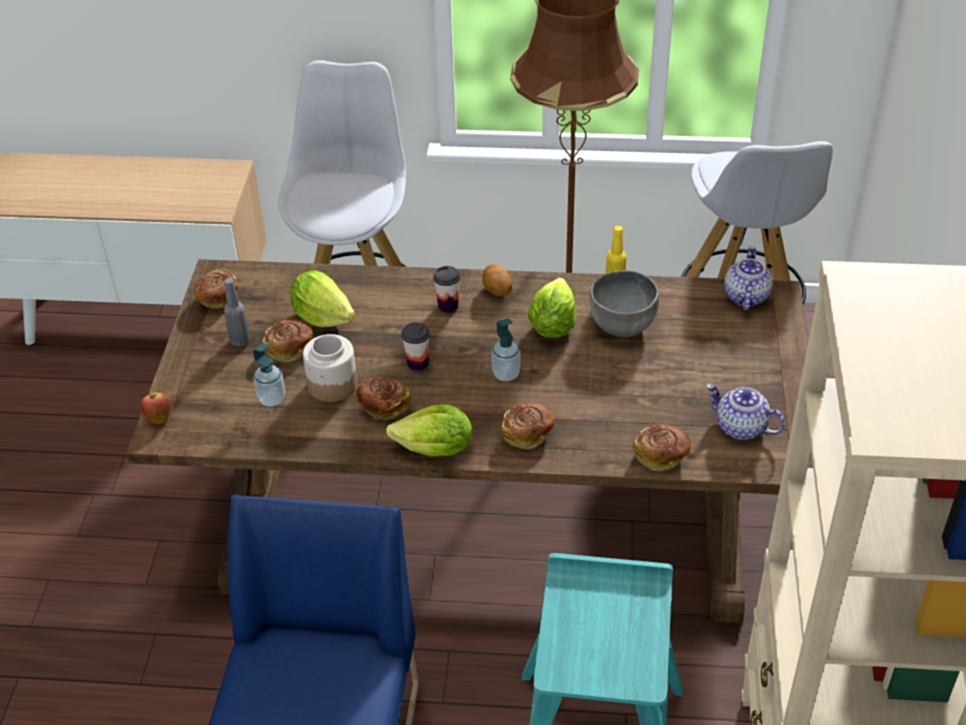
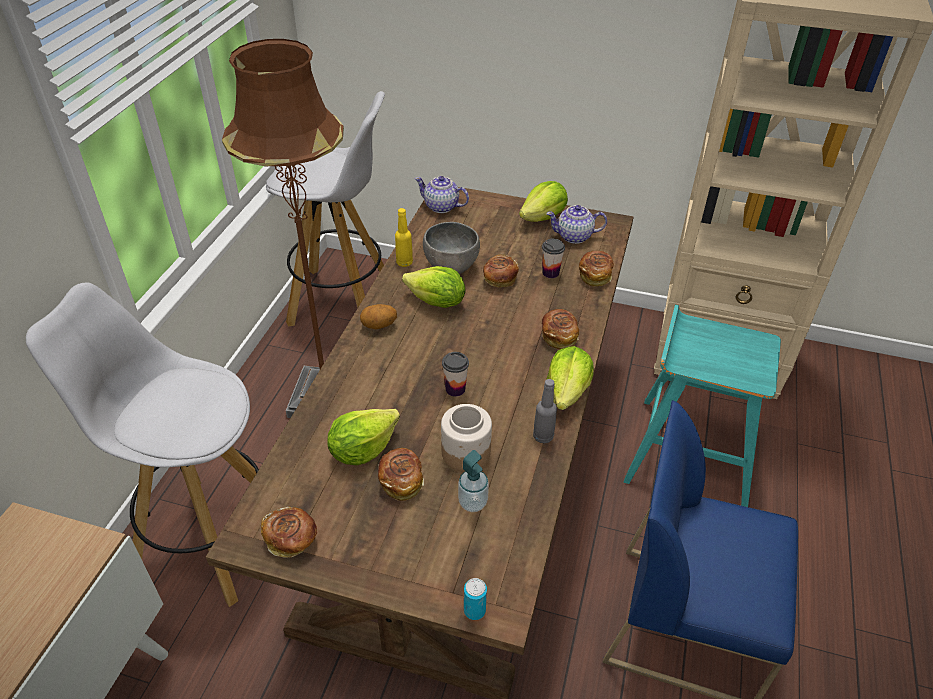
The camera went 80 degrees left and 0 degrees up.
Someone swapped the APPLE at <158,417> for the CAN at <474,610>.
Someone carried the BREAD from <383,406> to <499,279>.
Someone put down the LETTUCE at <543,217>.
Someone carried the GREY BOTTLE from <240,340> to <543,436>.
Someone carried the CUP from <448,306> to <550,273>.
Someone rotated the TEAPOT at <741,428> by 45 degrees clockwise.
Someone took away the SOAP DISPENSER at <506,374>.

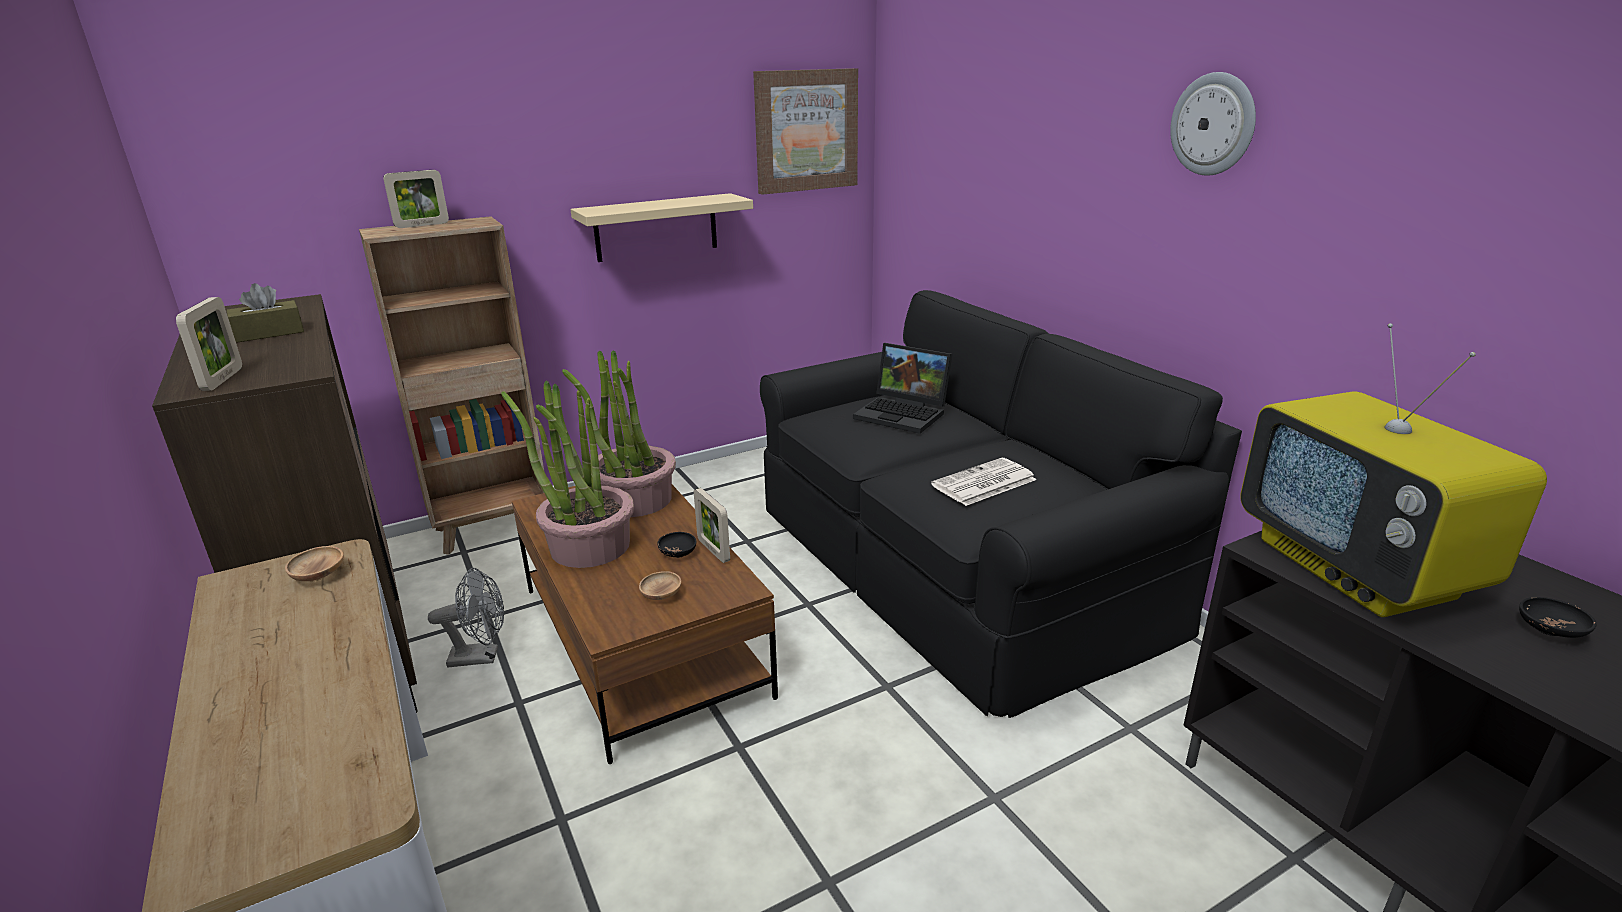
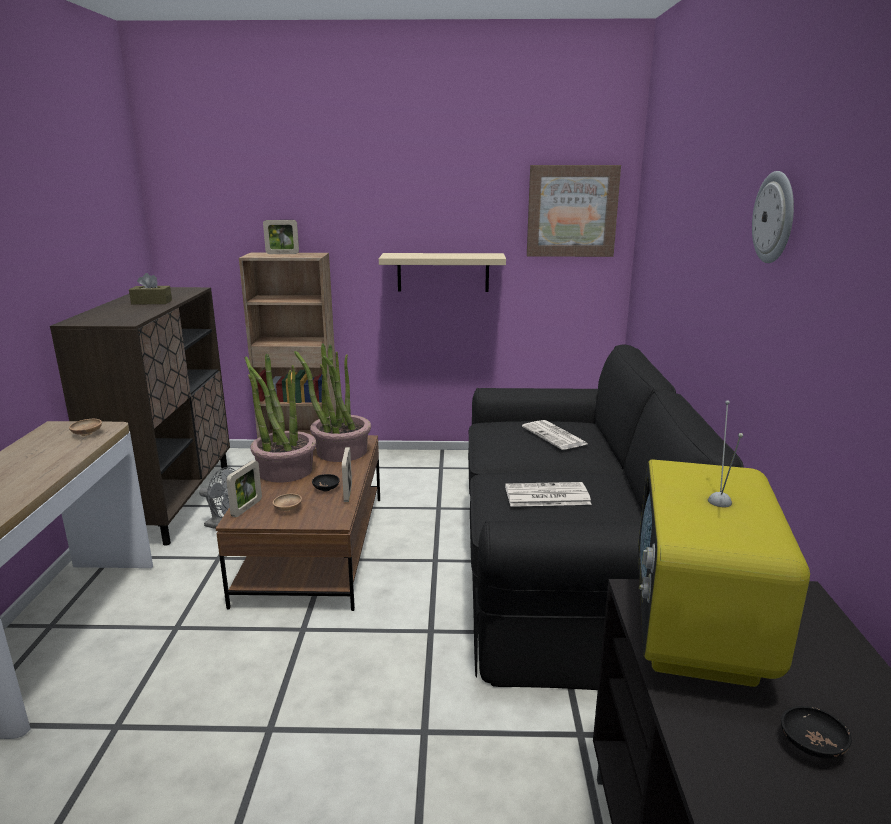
The camera went 30 degrees right and 5 degrees down.
Someone carried the PICTURE FRAME from <222,379> to <247,508>.
Someone swapped the LAPTOP at <904,414> for the NEWSPAPER at <555,436>.

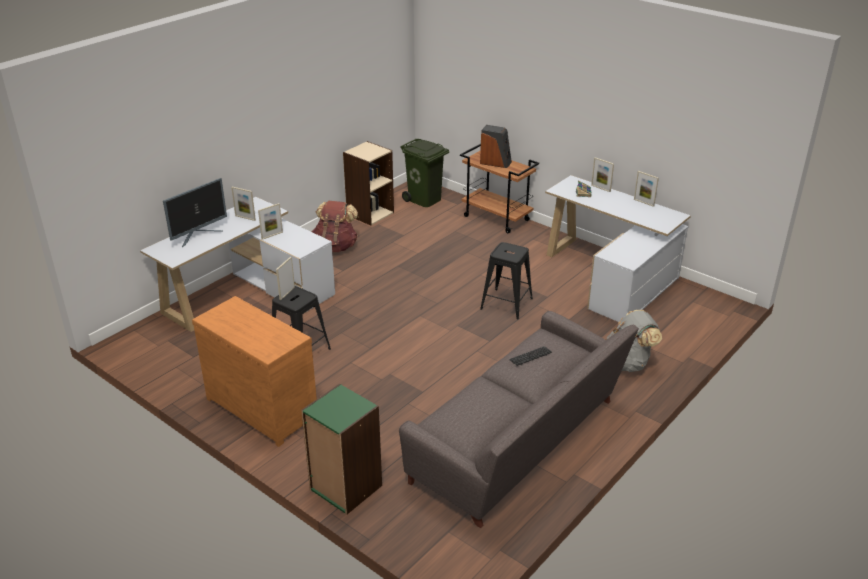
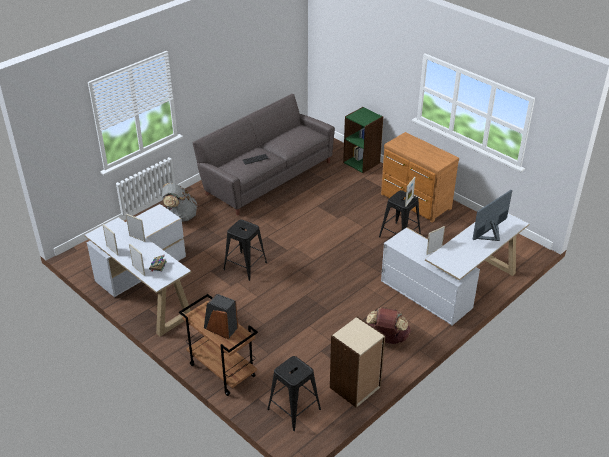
The camera went 175 degrees left and 5 degrees up.
Someone carried the PICTURE FRAME from <245,218> to <137,238>.
Someone swapped the GREEN TRASH CAN at <424,199> for the BLACK STOOL at <294,409>.

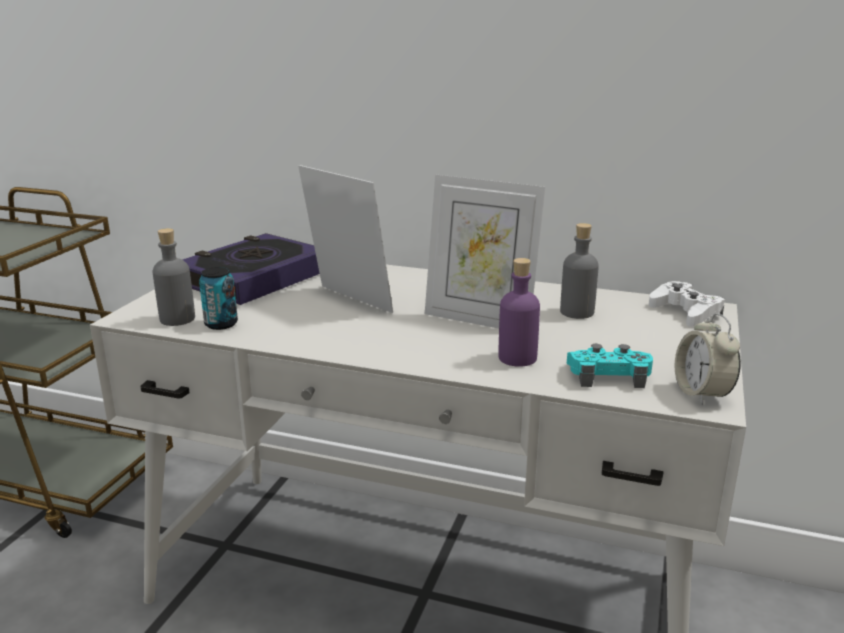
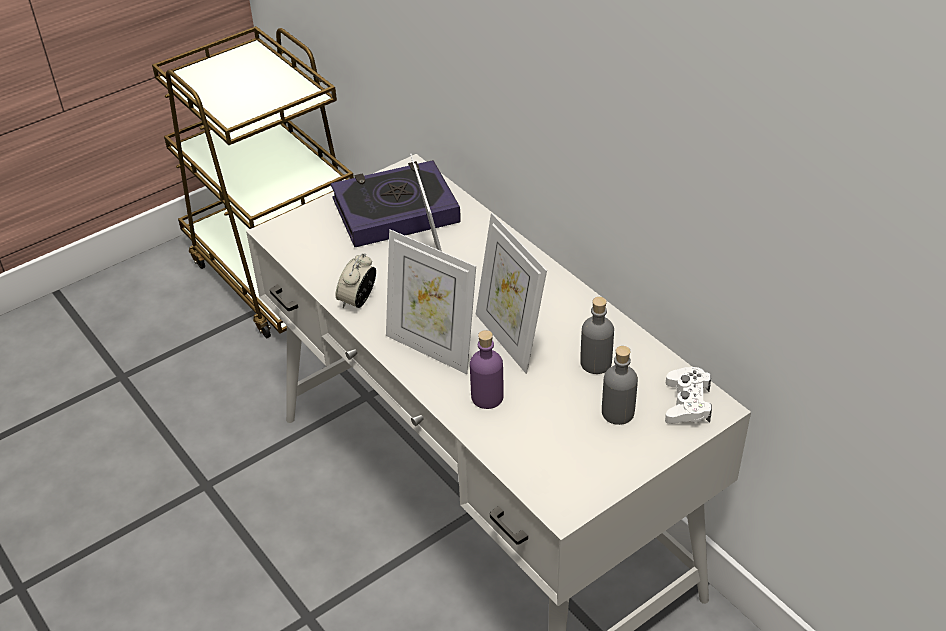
The camera went 35 degrees right and 20 degrees up.
Someone carried the ALARM CLOCK from <701,394> to <358,300>.
Someone put down the PICTURE FRAME at <431,348>.
Someone carried the GREY BOTTLE from <177,319> to <617,412>.
Someone took away the CAN at <221,324>.
Someone took away the TURQUOISE GAME CONTROLLER at <608,375>.

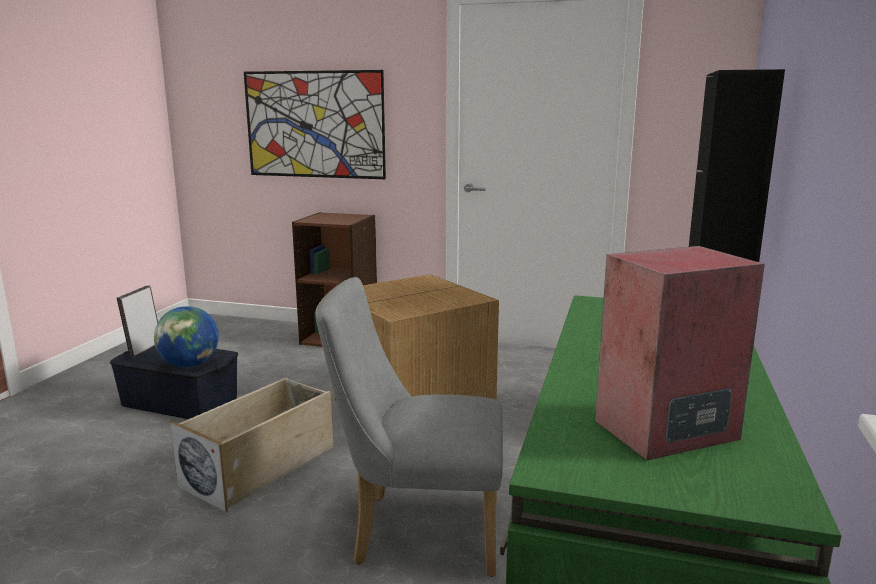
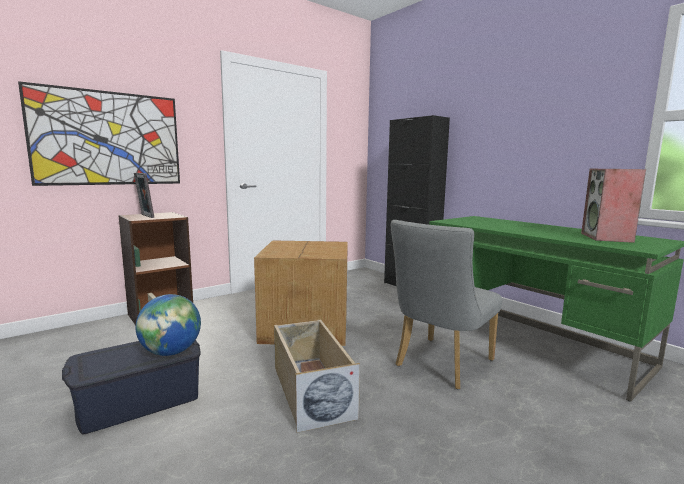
The camera went 55 degrees left and 5 degrees down.
Someone carried the PICTURE FRAME from <143,349> to <145,216>.

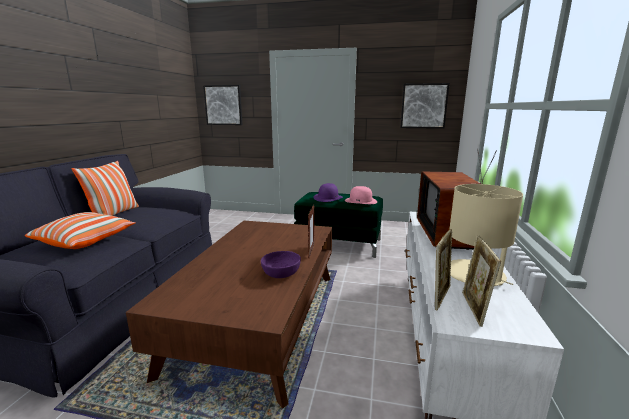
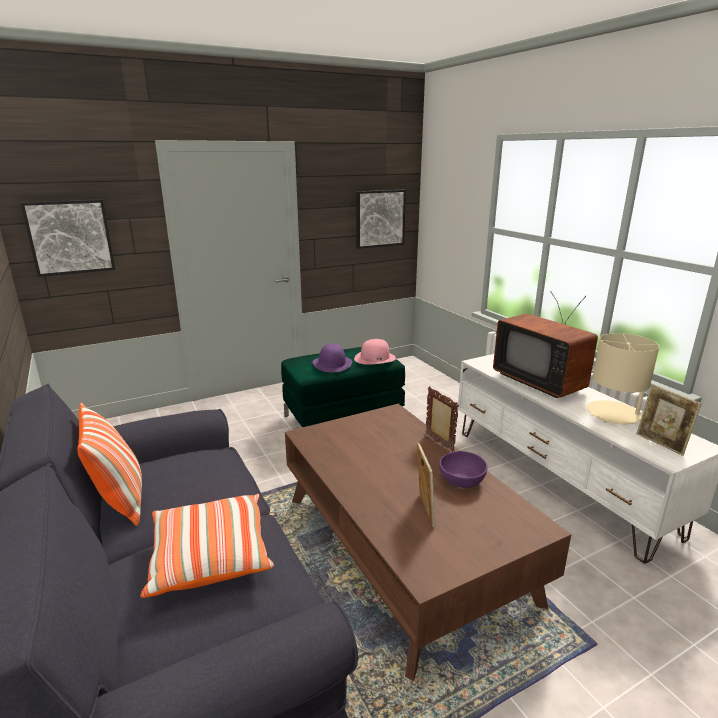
The camera went 40 degrees left and 5 degrees up.
Someone carried the PICTURE FRAME from <440,296> to <424,509>.

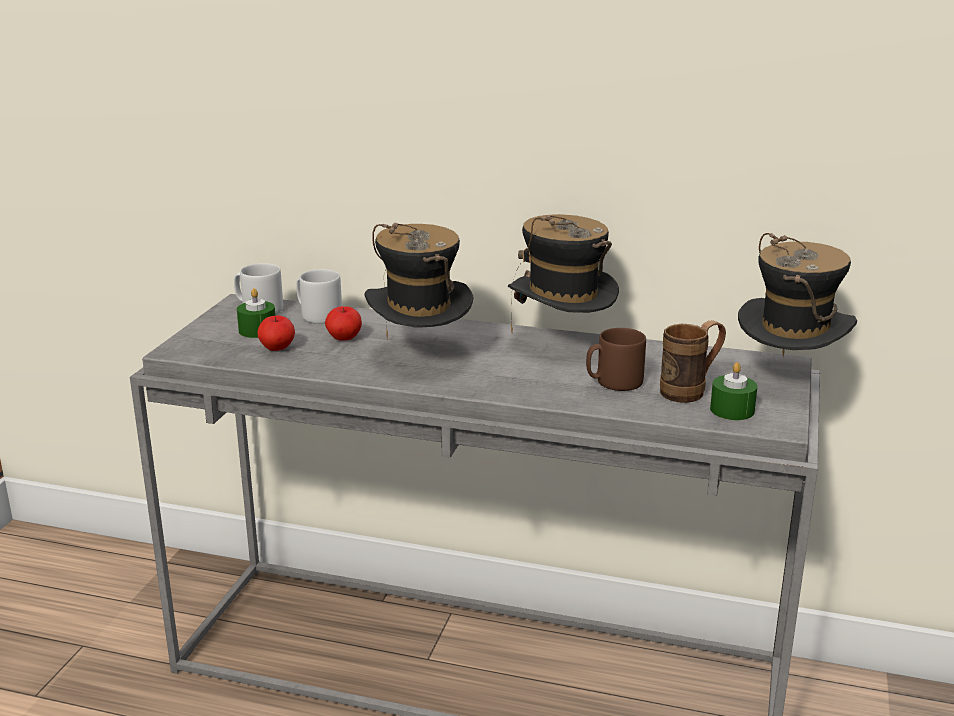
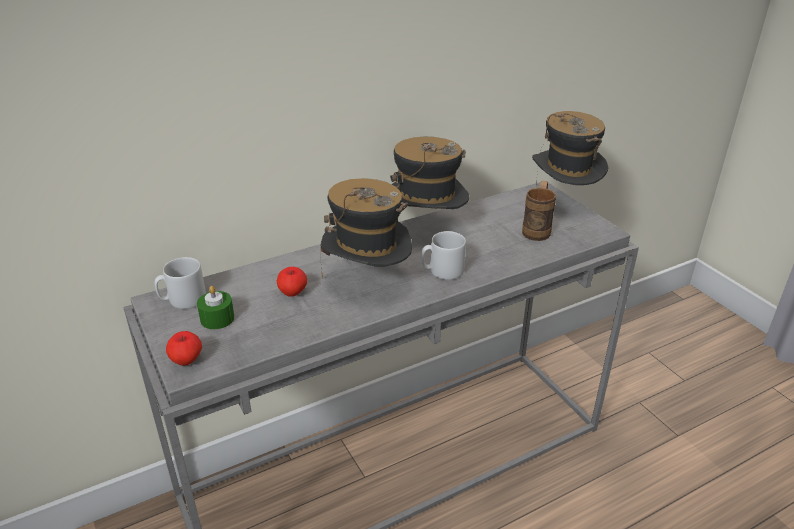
The camera went 45 degrees left and 10 degrees up.
Someone carried the APPLE from <277,349> to <187,360>.
Someone carried the GREY MUG from <318,315> to <442,271>.
Someone took away the BROWN MUG at <613,382>.
Someone took away the GREEN CANDLE at <732,410>.

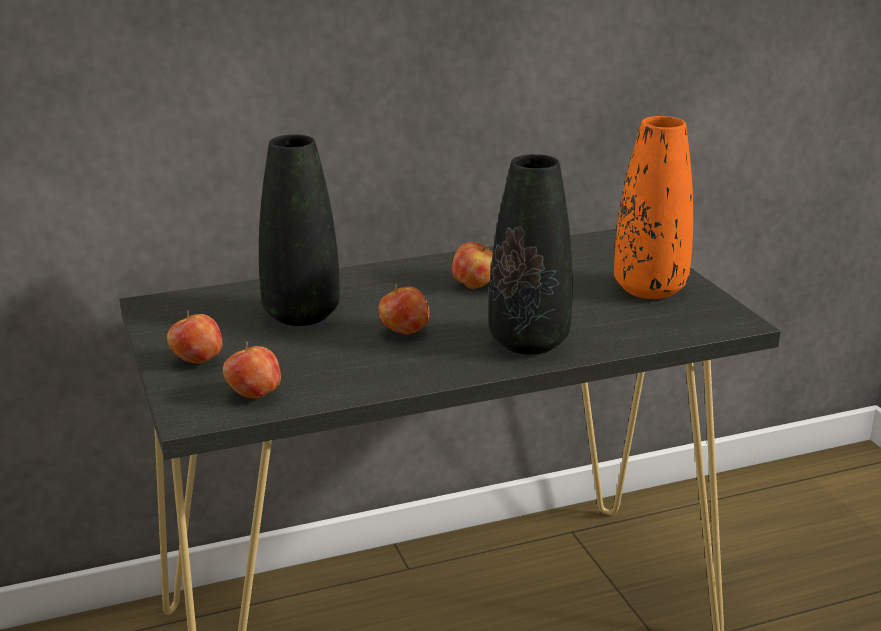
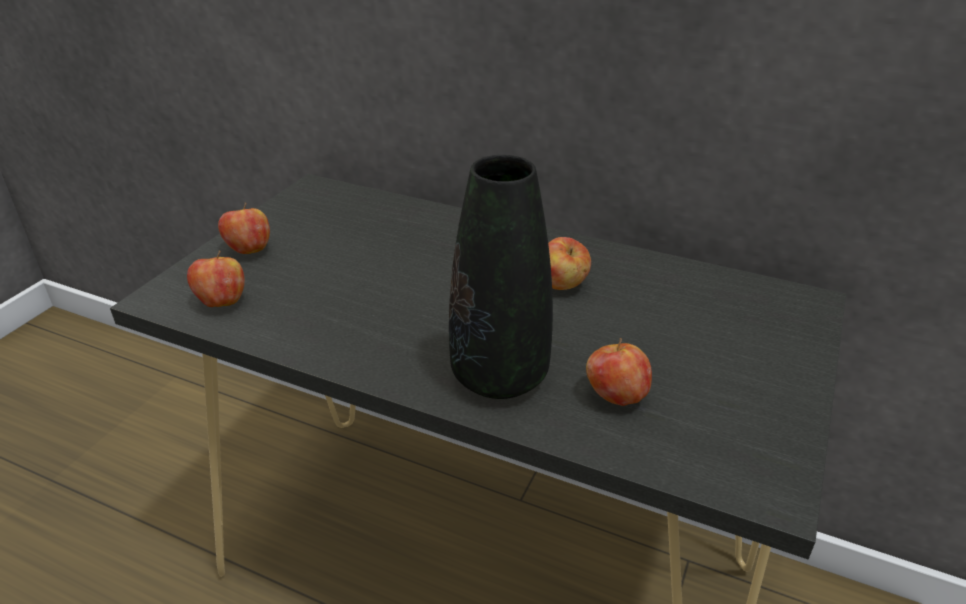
The camera went 45 degrees right and 10 degrees up.
Someone carried the APPLE from <404,332> to <615,396>.
Someone took away the BLACK VASE at <301,315>.
Someone took away the ORANGE VASE at <650,289>.

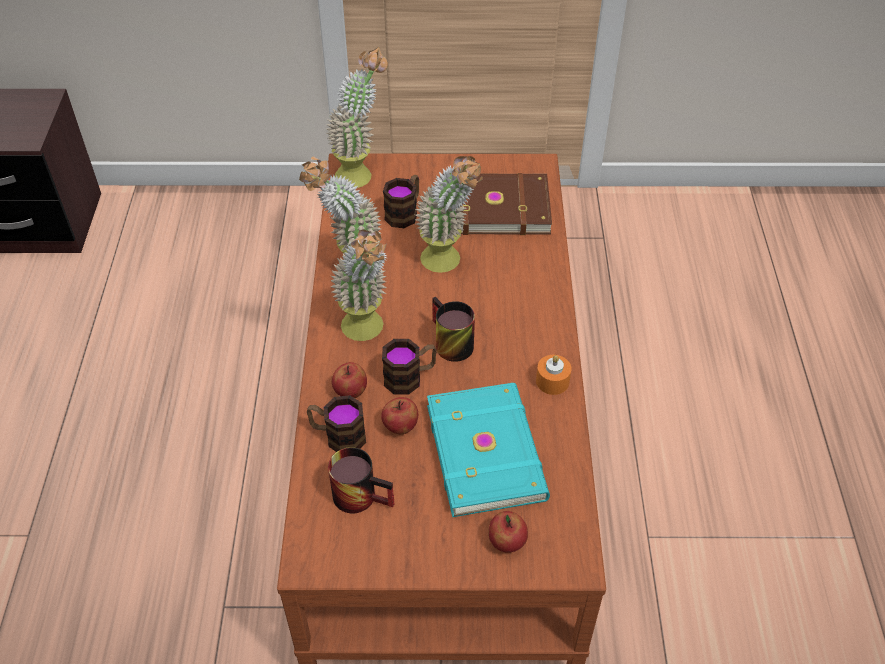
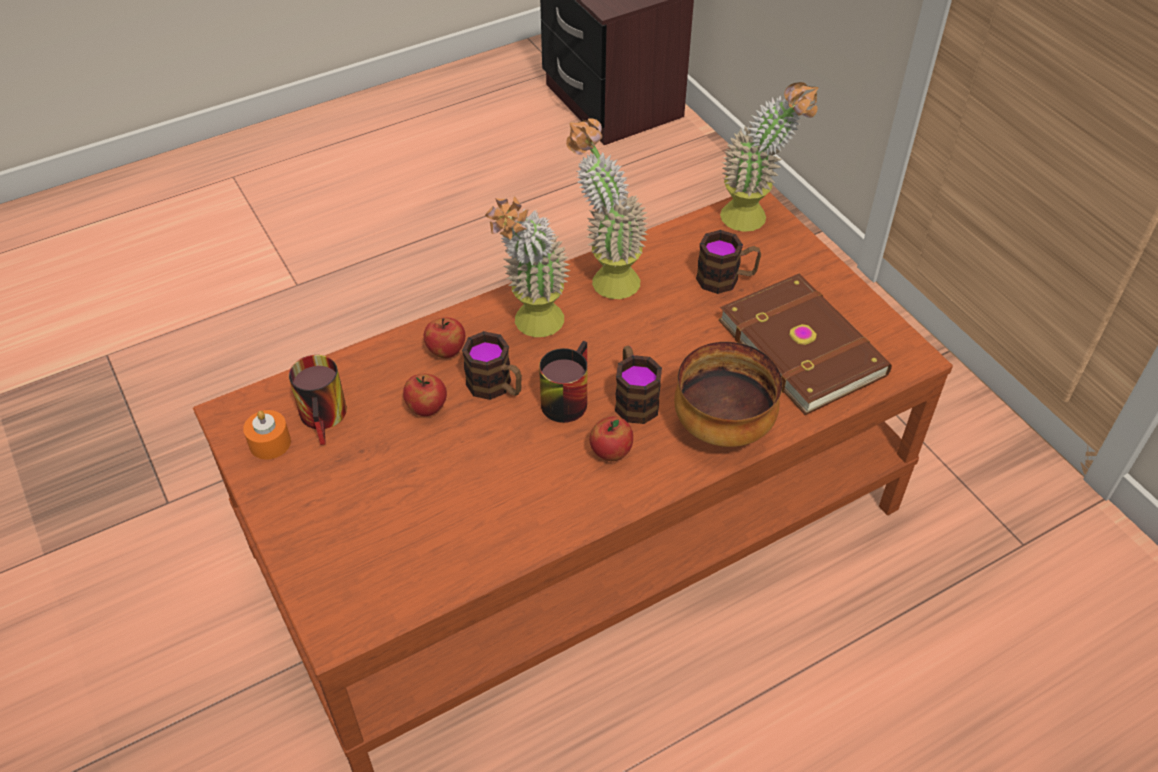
The camera went 60 degrees right and 0 degrees up.
Someone carried the ORANGE CANDLE from <552,381> to <270,443>.
Someone carried the APPLE from <507,542> to <610,452>.
Someone carried the MUG from <338,436> to <634,398>.
Someone put down the BOWL at <723,427>.
Someone took away the POTTED PLANT at <448,263>.
Someone took away the TURQUOISE BOOK at <488,450>.

